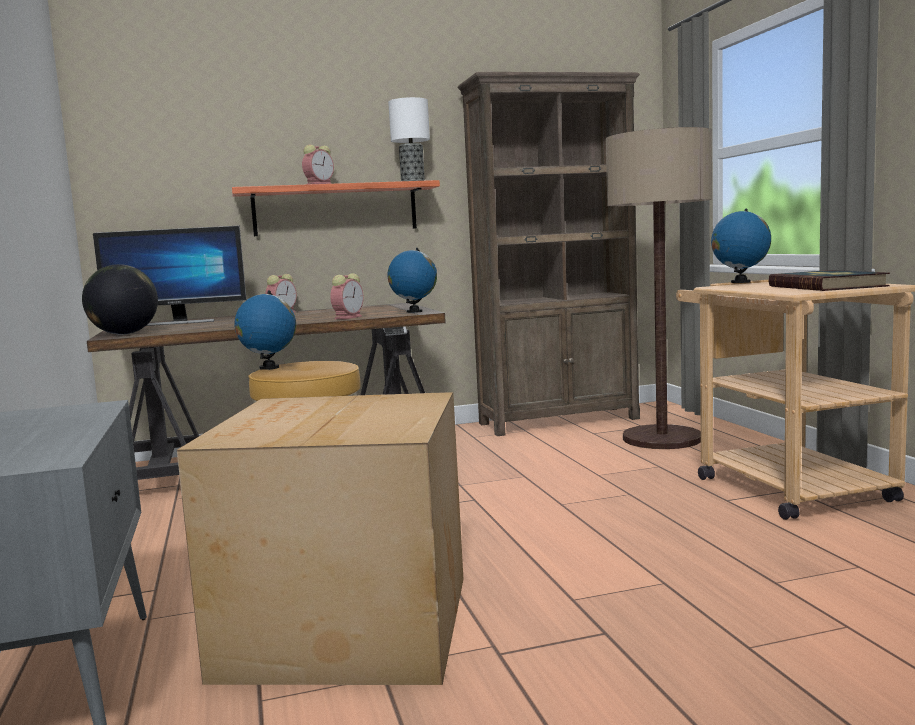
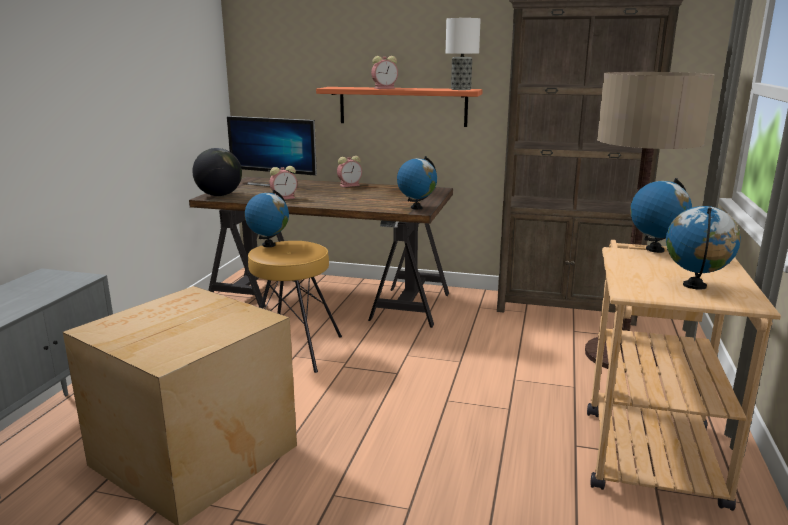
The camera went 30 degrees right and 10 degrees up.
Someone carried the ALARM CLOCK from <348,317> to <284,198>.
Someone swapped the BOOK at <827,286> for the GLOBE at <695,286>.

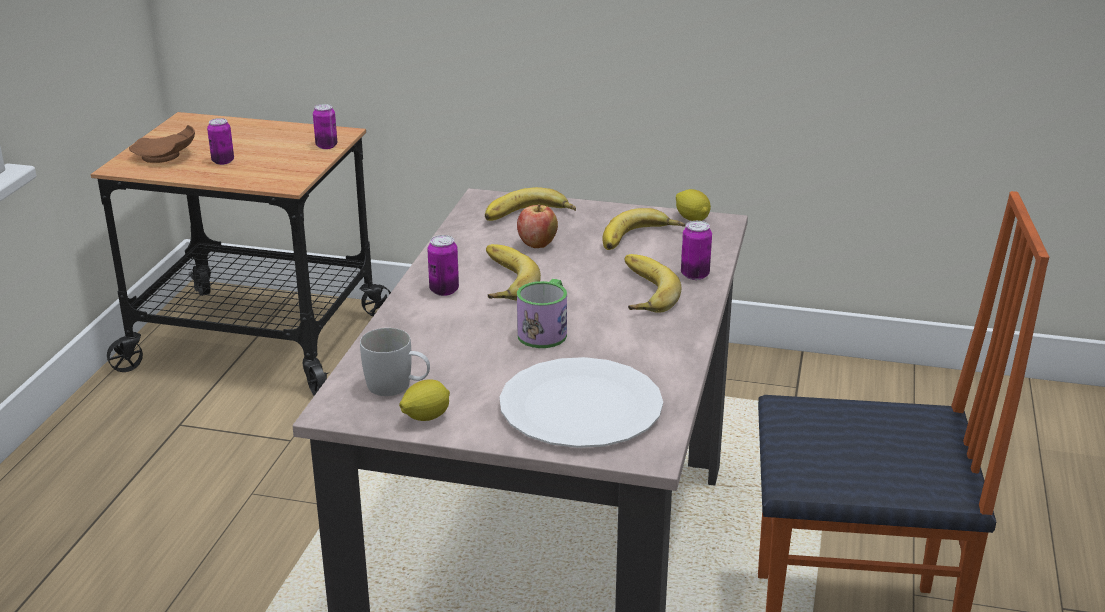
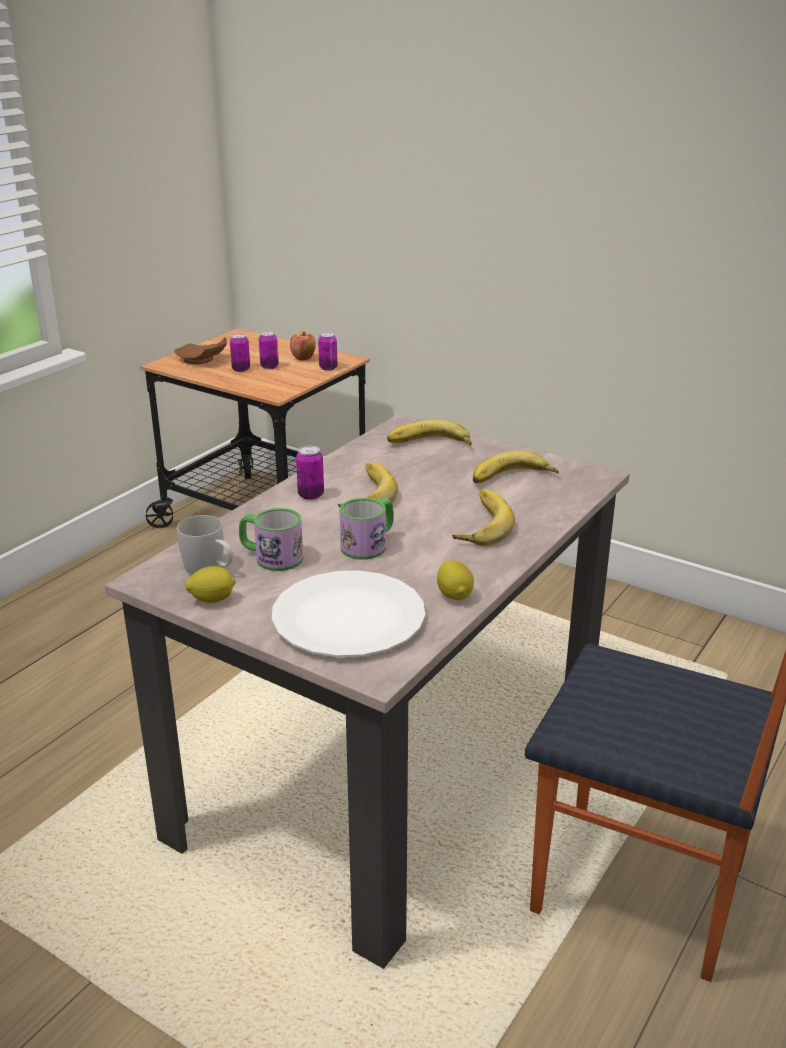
The camera went 20 degrees right and 0 degrees up.
Someone put down the MUG at <271,557>.
Someone carried the CAN from <695,275> to <269,367>.
Someone carried the APPLE from <537,245> to <303,359>.
Someone carried the LEMON from <692,219> to <454,595>.

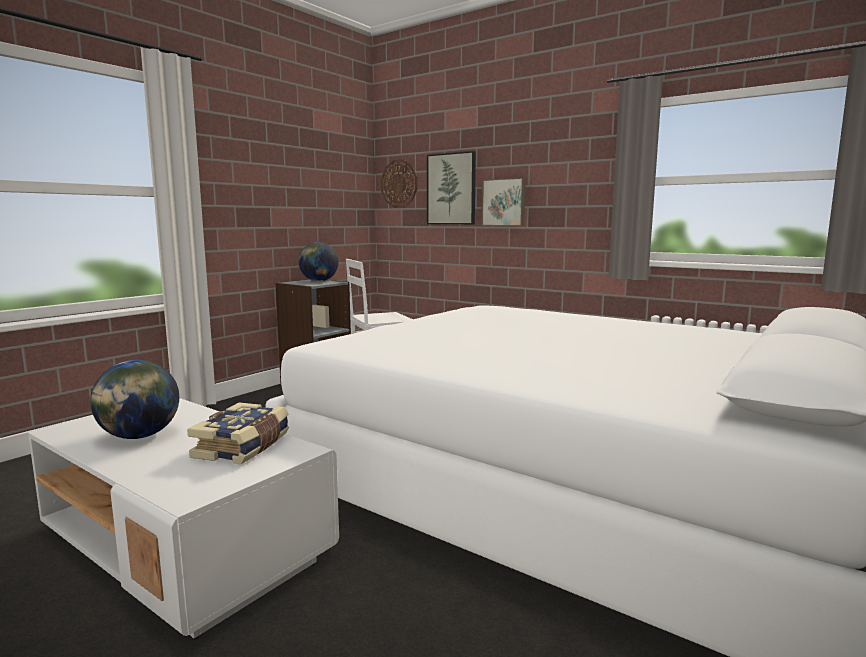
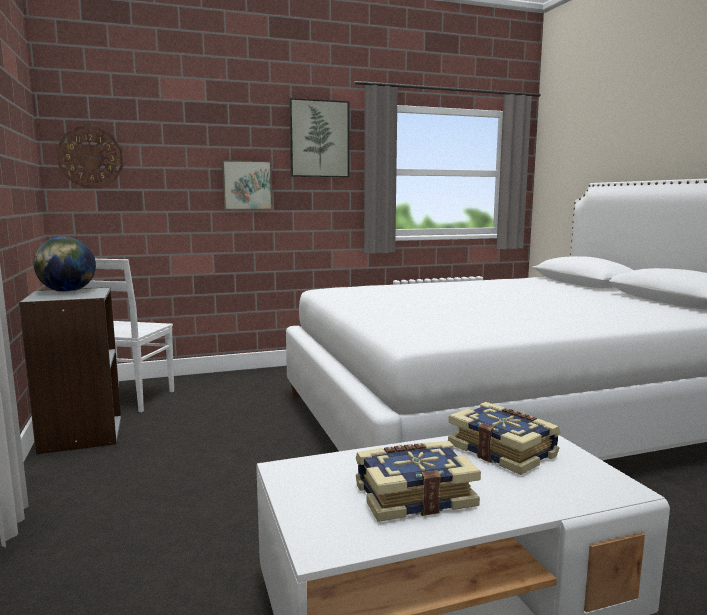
The camera went 55 degrees left and 0 degrees up.
Someone carried the PICTURE from <451,189> to <319,139>.
Someone swapped the GLOBE at <139,436> for the BOOK at <413,495>.

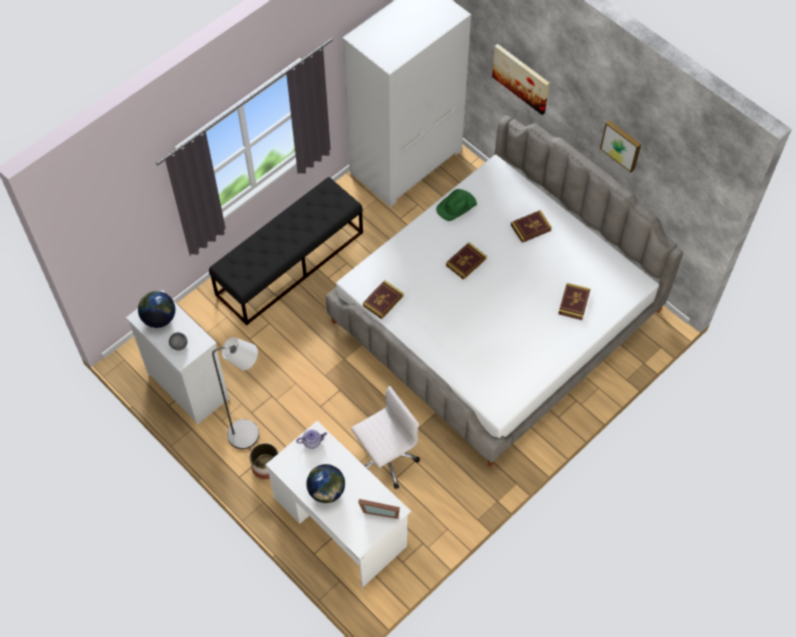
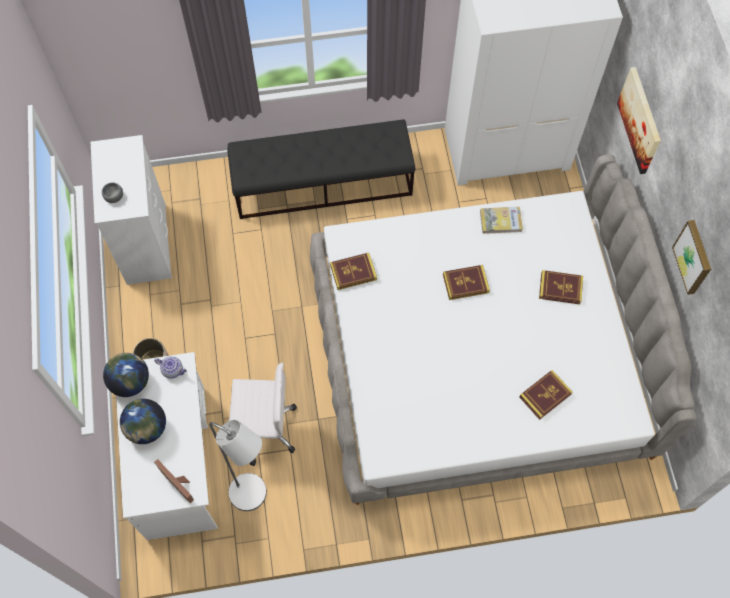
The camera went 35 degrees right and 5 degrees up.
Someone carried the GLOBE from <159,318> to <130,382>.
Someone carried the GREY FLOOR LAMP from <249,434> to <254,496>.
Someone swapped the GREEN HAT at <457,206> for the BOOK at <500,221>.

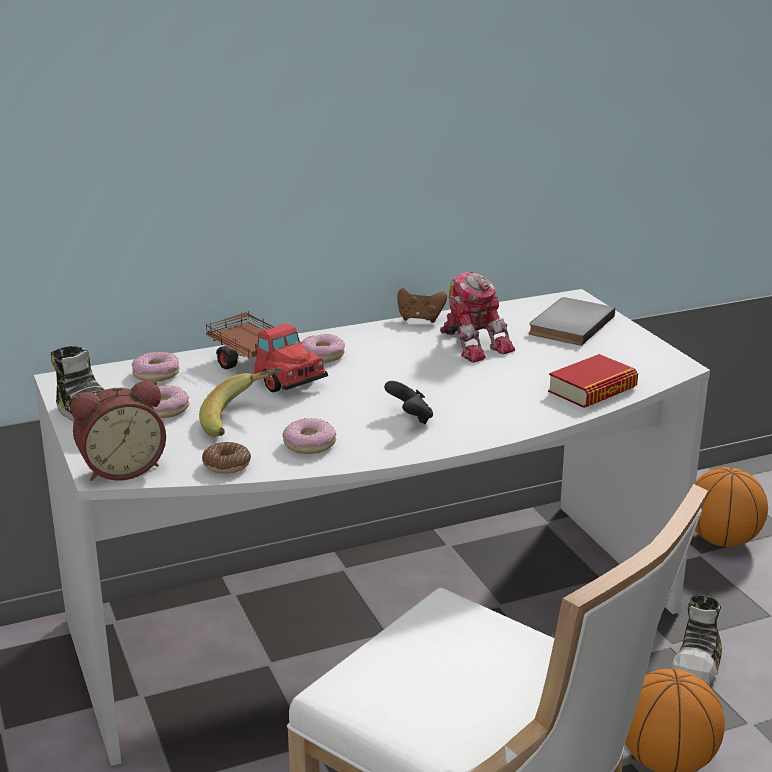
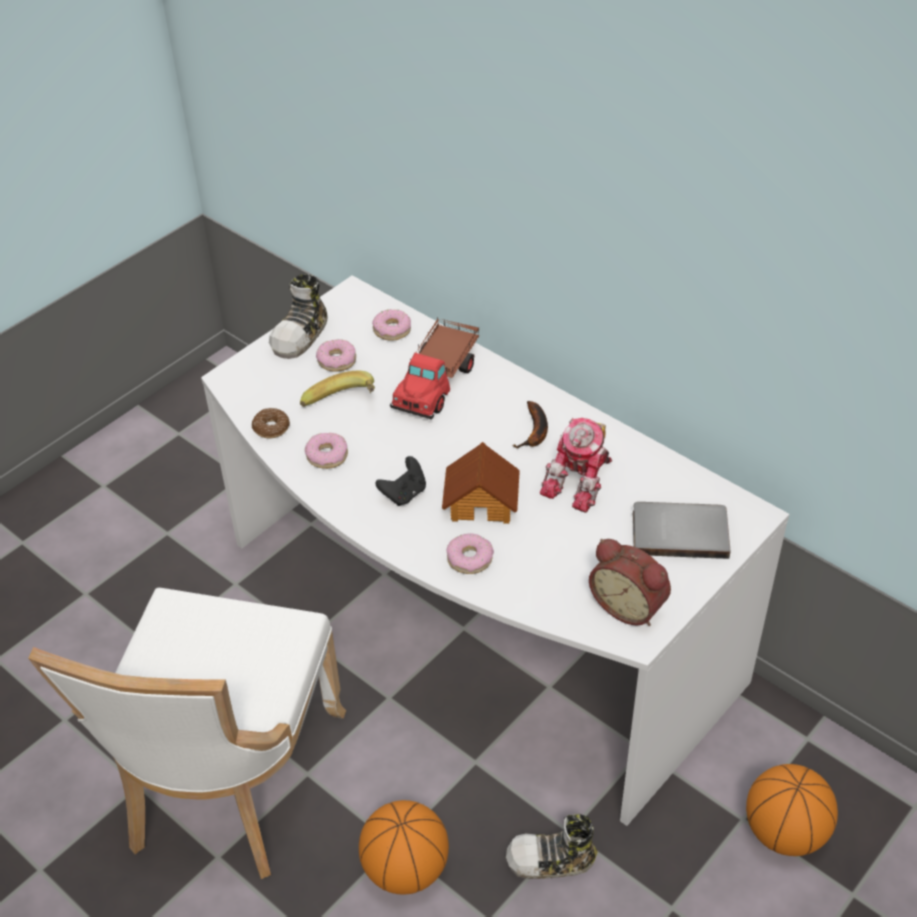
The camera went 65 degrees right and 20 degrees up.
Someone put down the TOY HOUSE at <482,501>.
Someone carried the DONUT from <322,355> to <469,558>.
Someone put down the BANANA at <535,432>.
Someone carried the ALARM CLOCK from <122,468> to <629,605>.
Someone took away the BROWN GAME CONTROLLER at <420,319>.
Someone took away the BOOK at <592,390>.

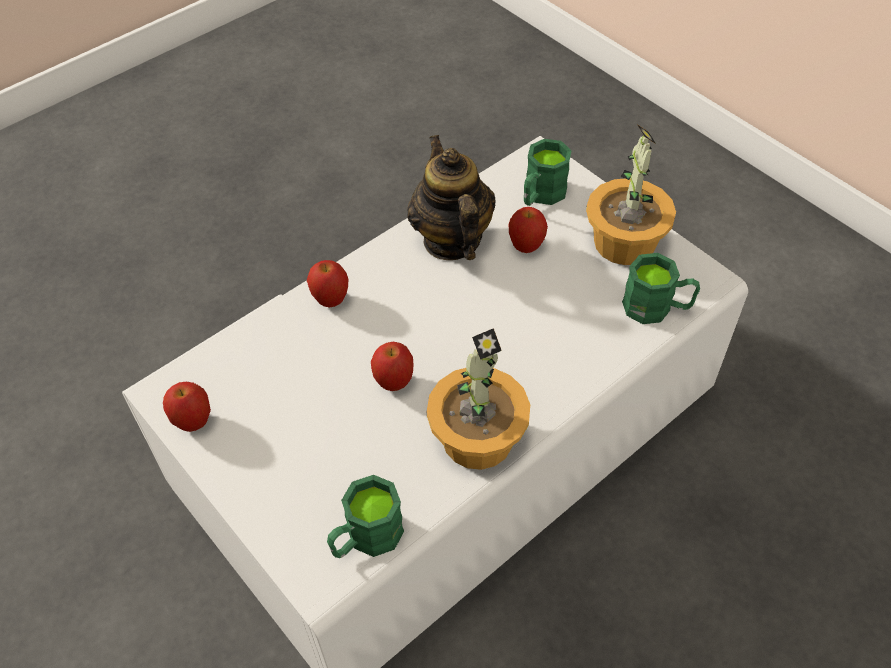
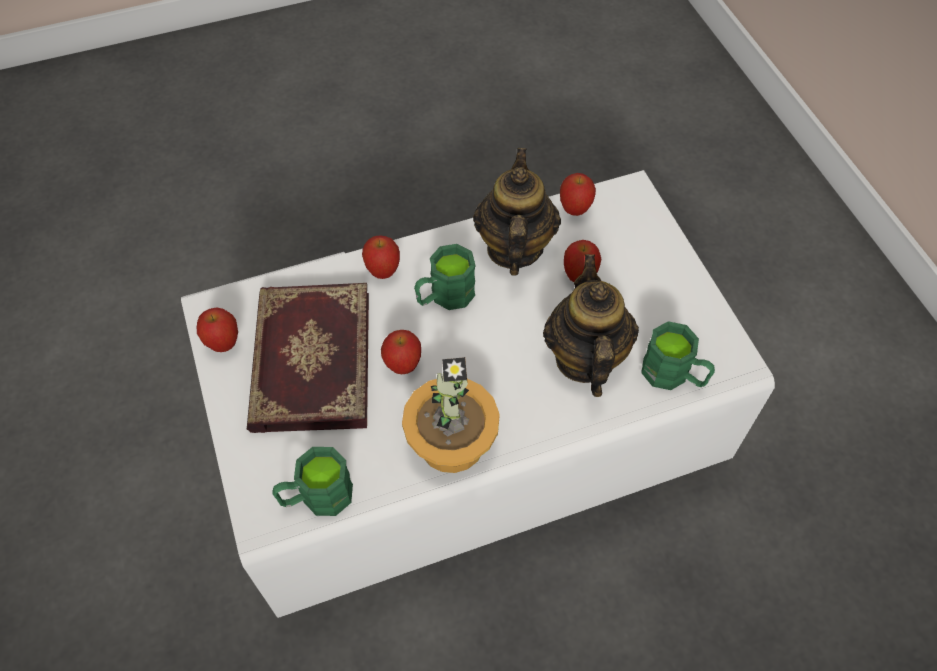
The camera went 20 degrees right and 5 degrees up.
Someone put down the BOOK at <309,360>.
Someone carried the GREEN MUG from <541,195> to <444,296>.
Someone put down the TEAPOT at <584,358>.
Someone put down the APPLE at <574,209>.
Someone took away the POTTED PLANT at <623,242>.

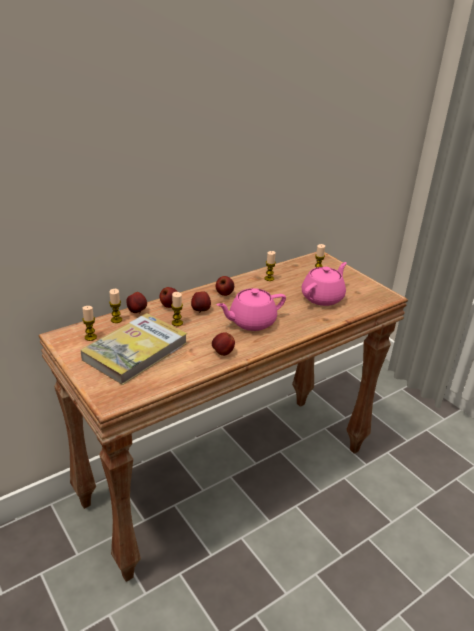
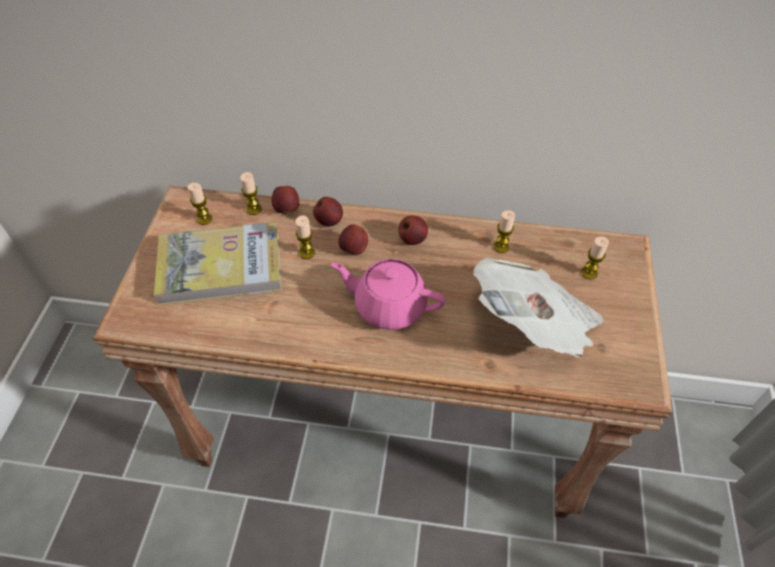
The camera went 45 degrees right and 20 degrees up.
Someone swapped the PINK TEAPOT at <323,297> for the NEWSPAPER at <535,325>.
Someone took away the APPLE at <222,353>.

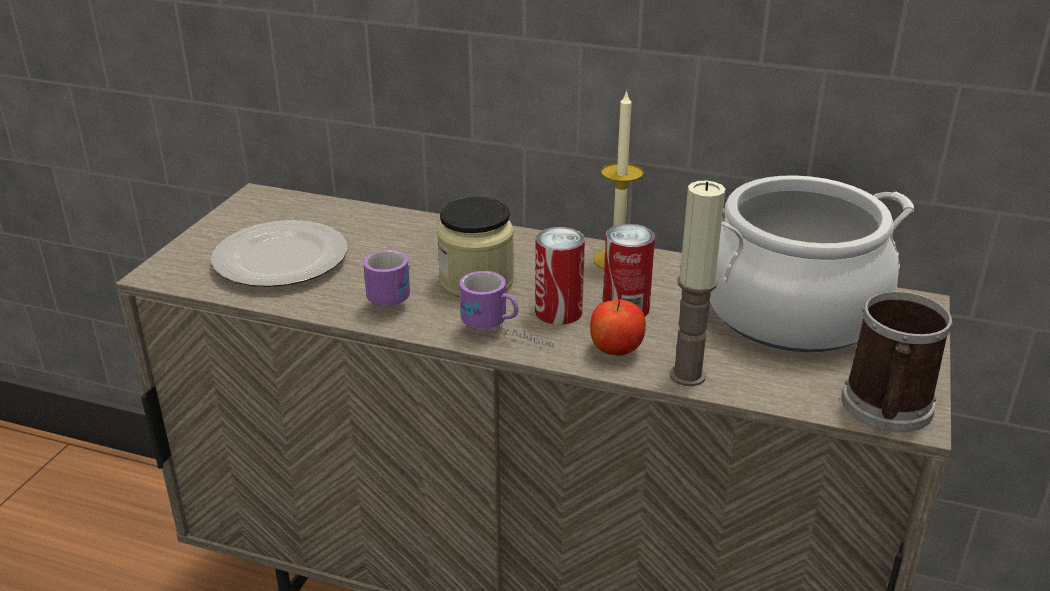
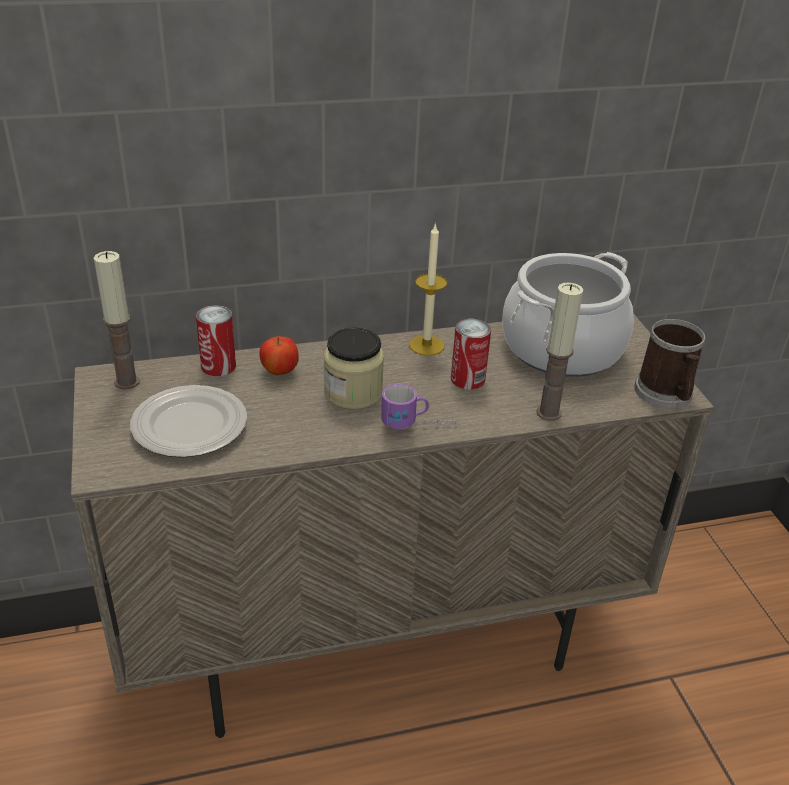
The camera went 35 degrees left and 5 degrees up.
Someone put down the CANDLE at <127,382>.
Someone carried the CAN from <558,311> to <218,366>.
Someone carried the APPLE from <615,351> to <279,372>.
Someone took away the MUG at <397,293>.

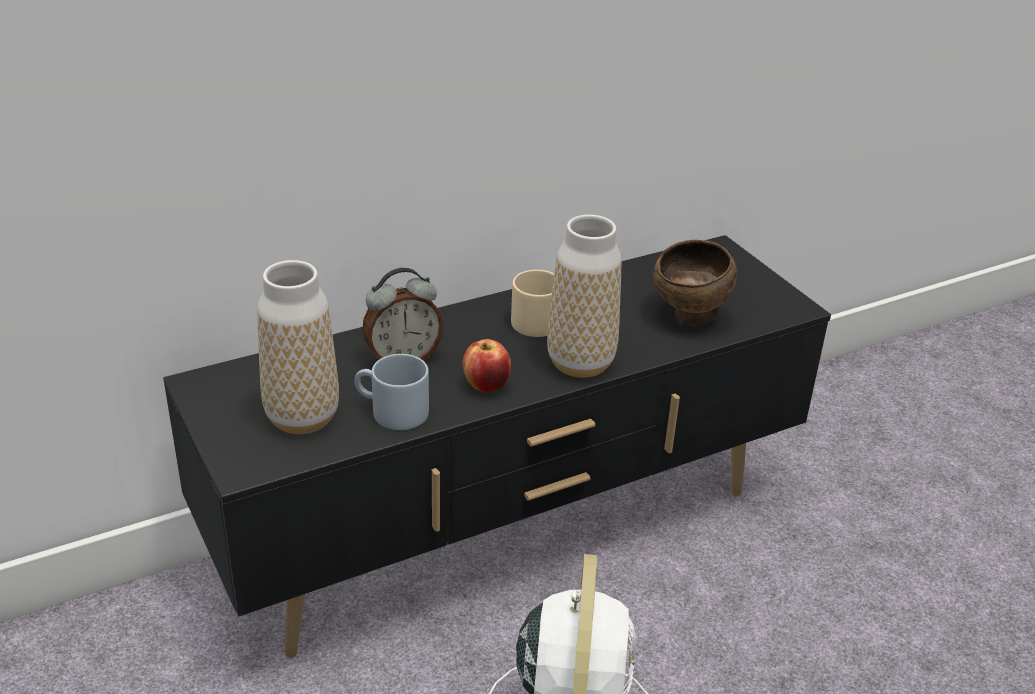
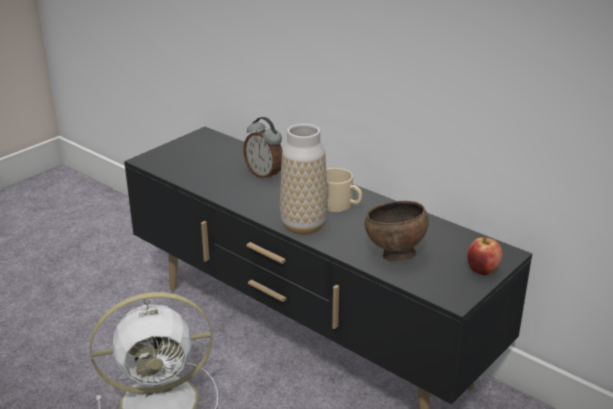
The camera went 70 degrees right and 5 degrees down.
Someone carried the APPLE from <486,385> to <482,271>.
Someone took away the VASE at <302,418>.
Someone took away the GREY MUG at <391,412>.

